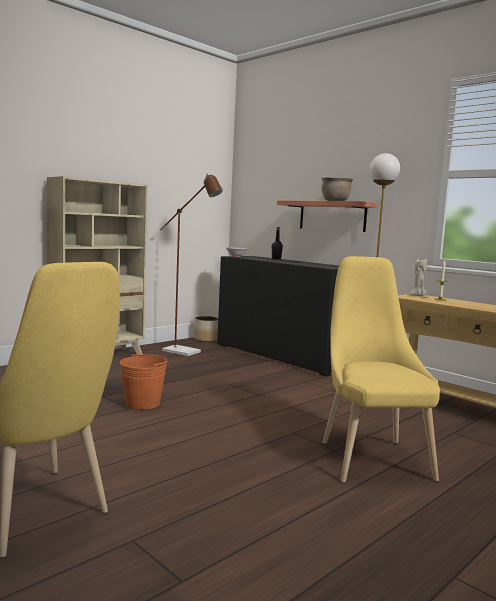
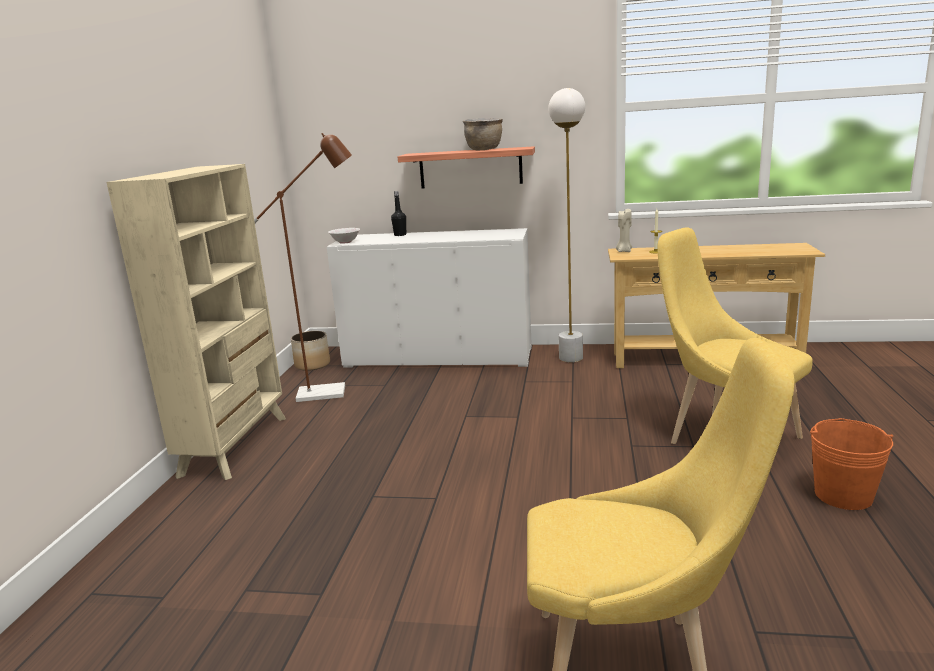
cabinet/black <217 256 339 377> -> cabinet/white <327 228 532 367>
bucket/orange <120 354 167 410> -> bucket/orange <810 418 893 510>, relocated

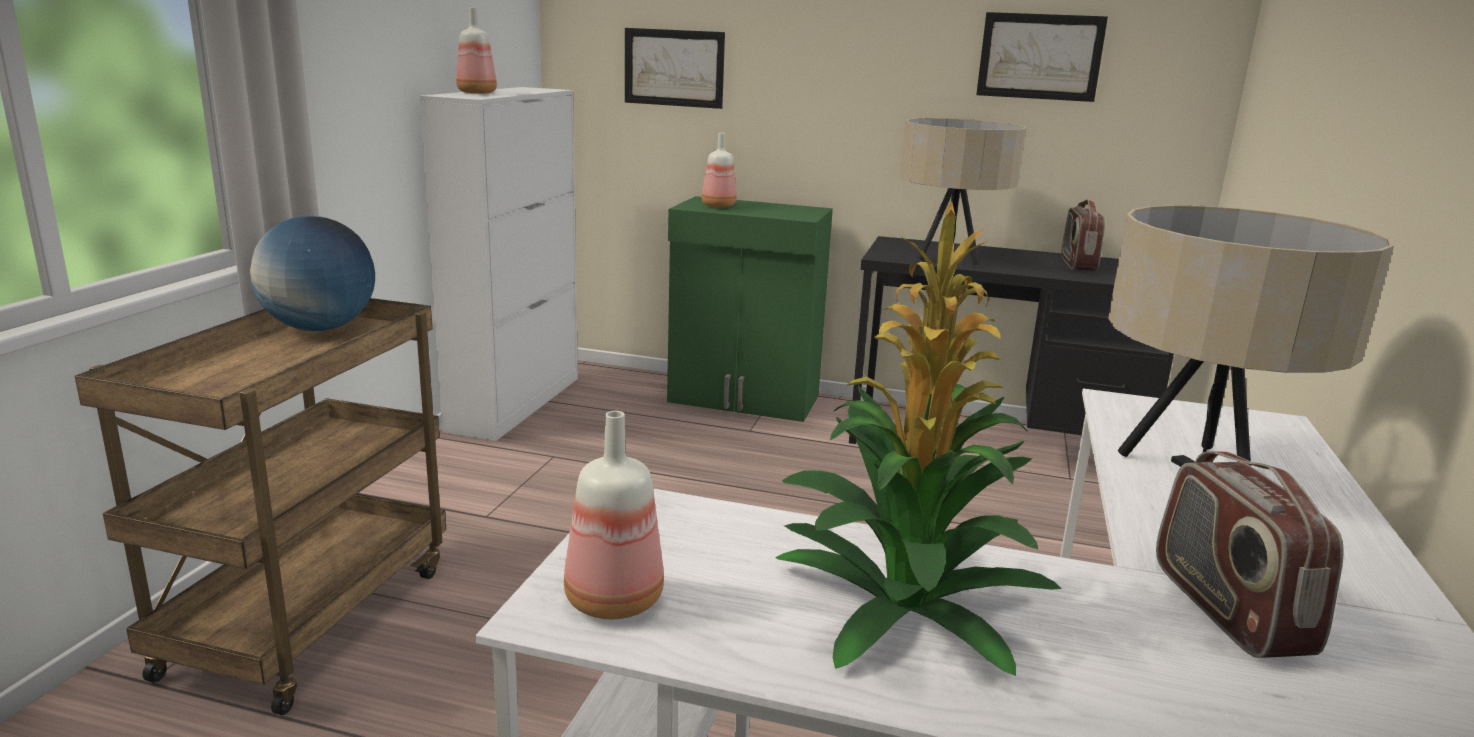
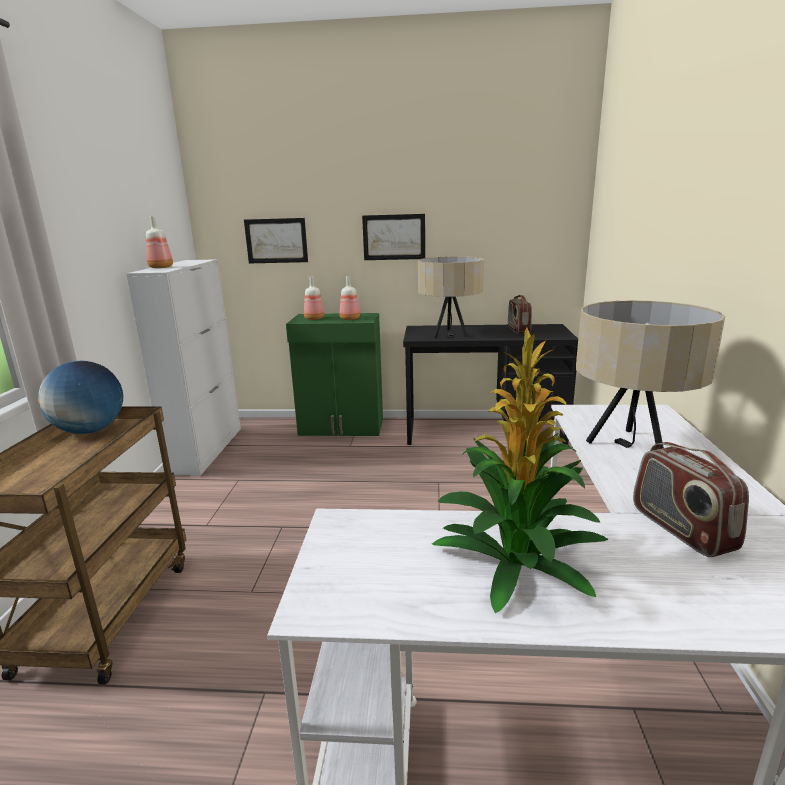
picture <976 12 1108 102> -> picture <362 214 425 260>, relocated
bottle <564 411 664 619> -> bottle <339 276 360 320>, relocated

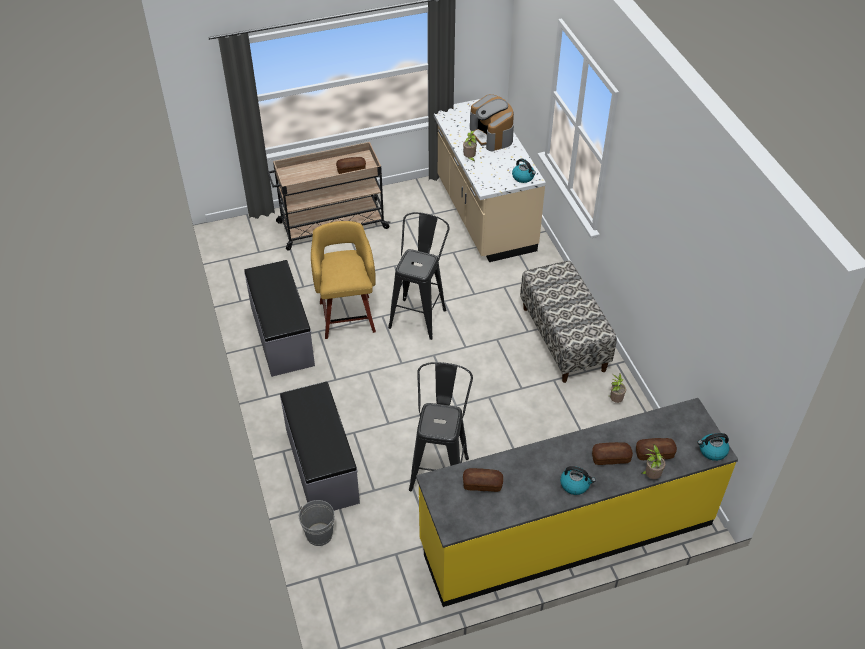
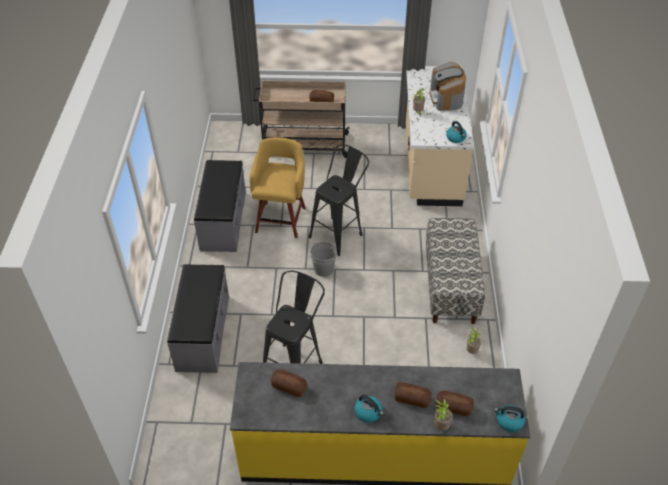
bucket/grey <298 500 334 546> -> bucket/grey <310 242 337 277>, relocated

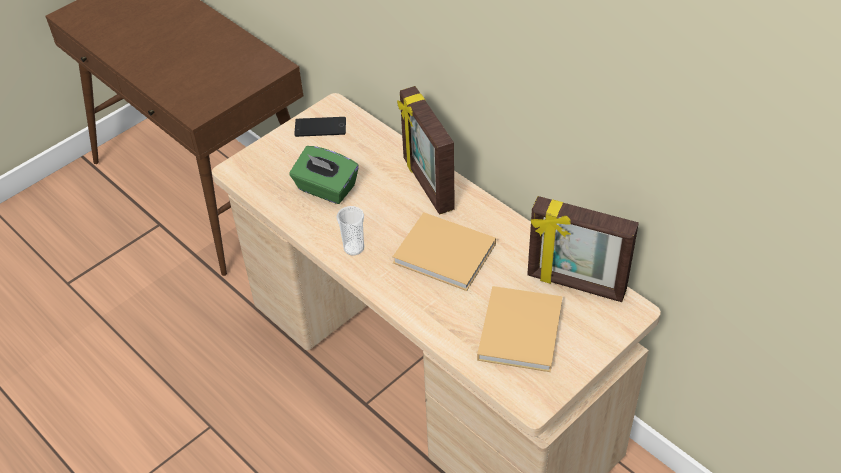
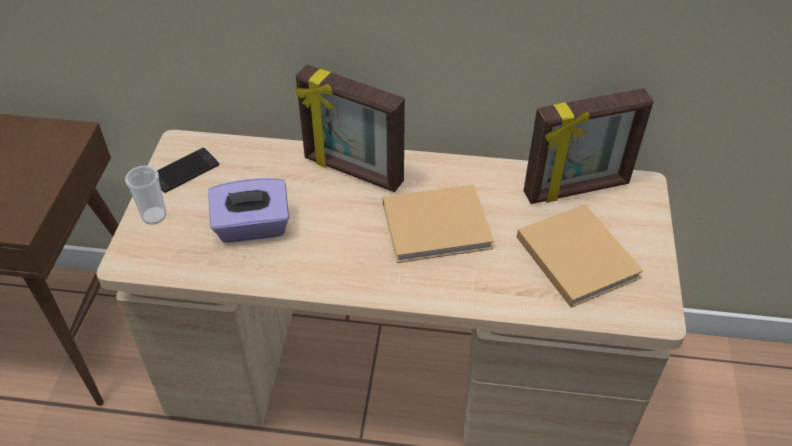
tissue box/green <289 146 359 204> -> tissue box/purple <208 178 289 243>
cup <336 206 364 256> -> cup <125 165 166 225>, relocated

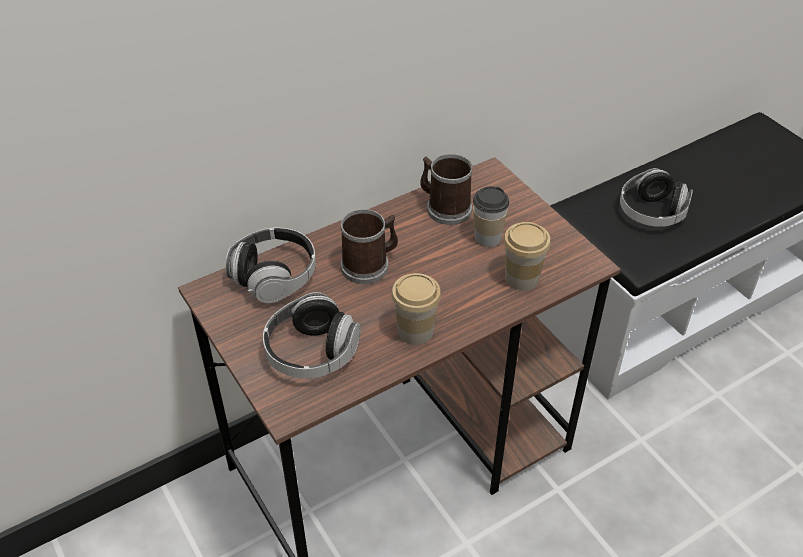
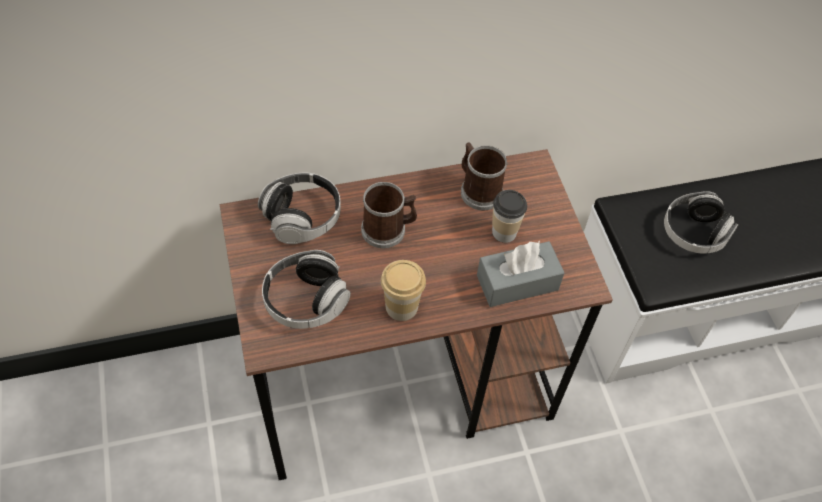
cup <503 222 551 291> -> tissue box/grey <477 241 565 307>

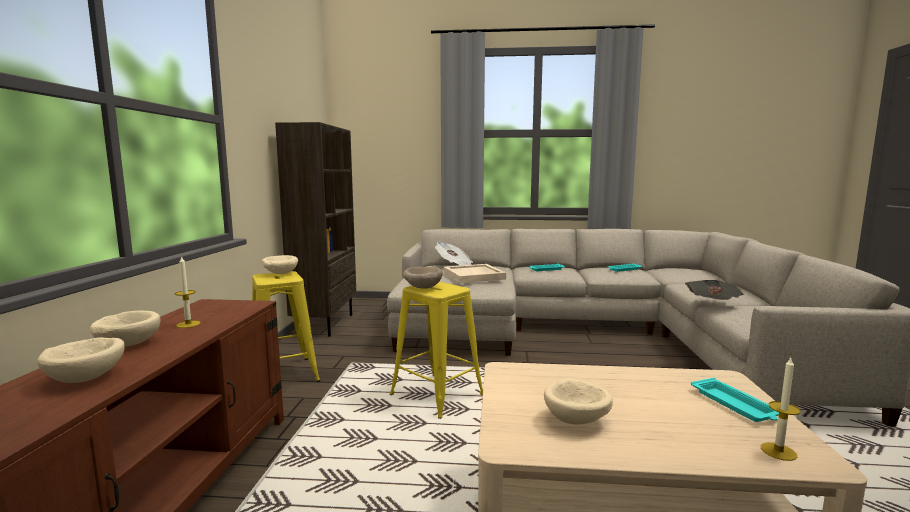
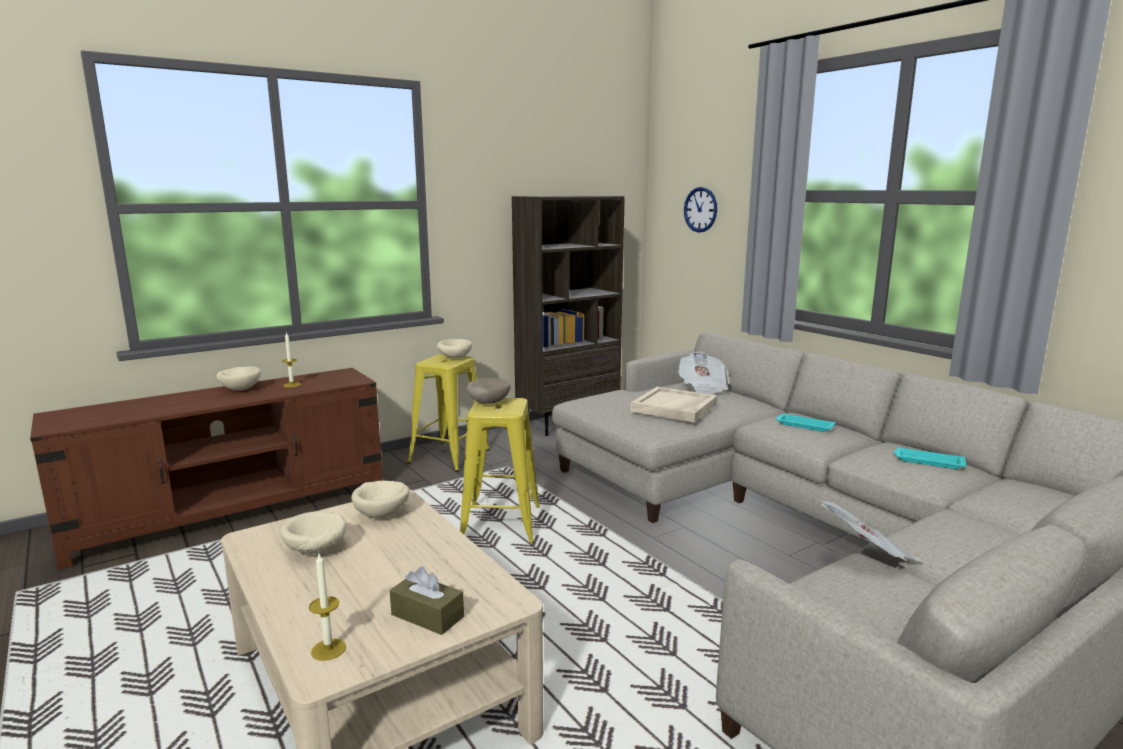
bowl/beige <37 337 125 383> -> bowl/beige <352 481 410 518>, relocated
tray/turquoise <691 378 779 422> -> tissue box/brown <390 566 464 635>
none -> wall clock <684 187 717 233>

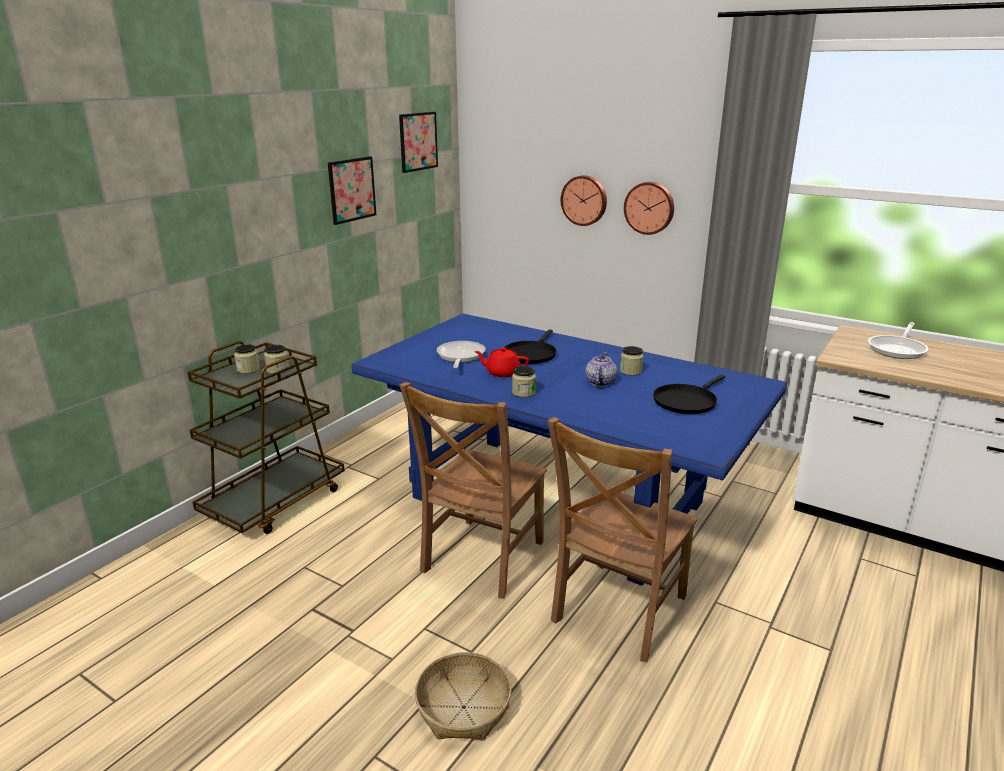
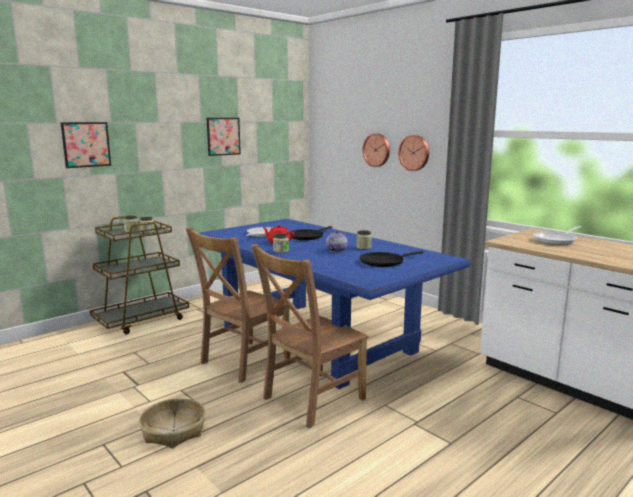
picture <399 112 438 173> -> picture <61 122 111 168>, relocated

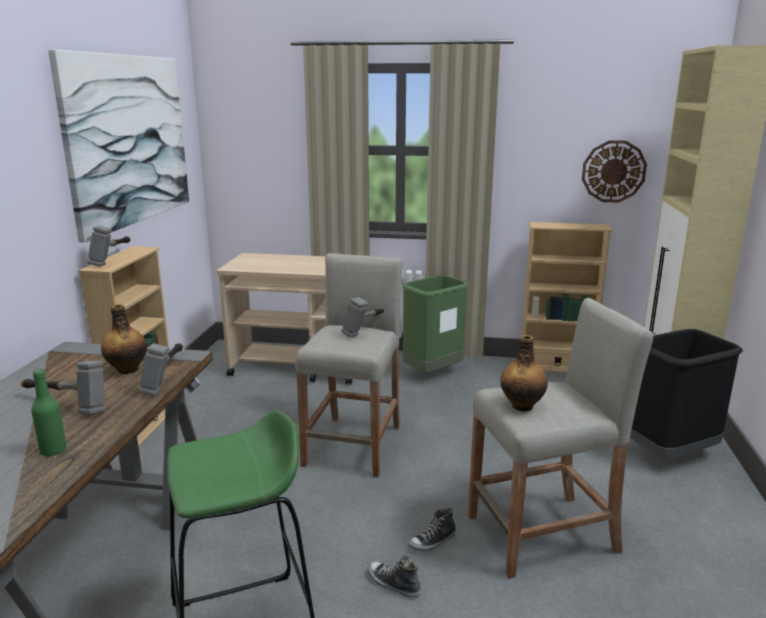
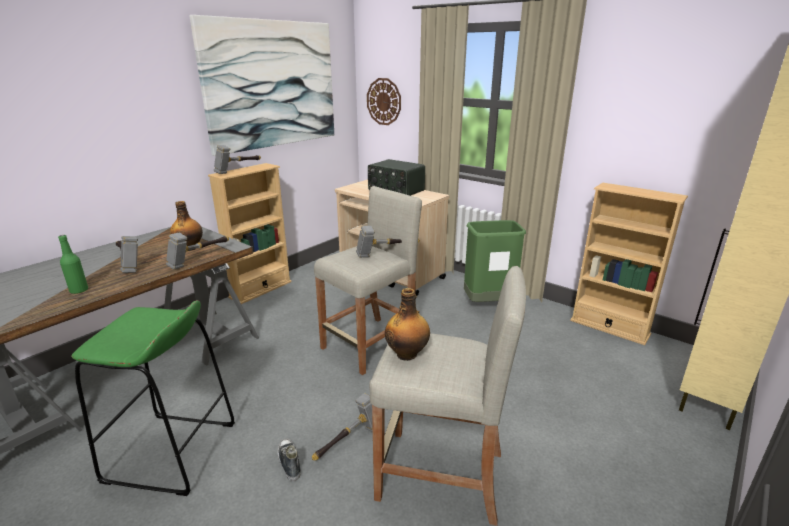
wall clock <582 140 647 203> -> wall clock <367 78 401 125>, relocated
trash can/black <630 329 743 458> -> none
shoe <408 507 456 551> -> hammer <312 393 373 461>
none -> radio <368 159 425 196>

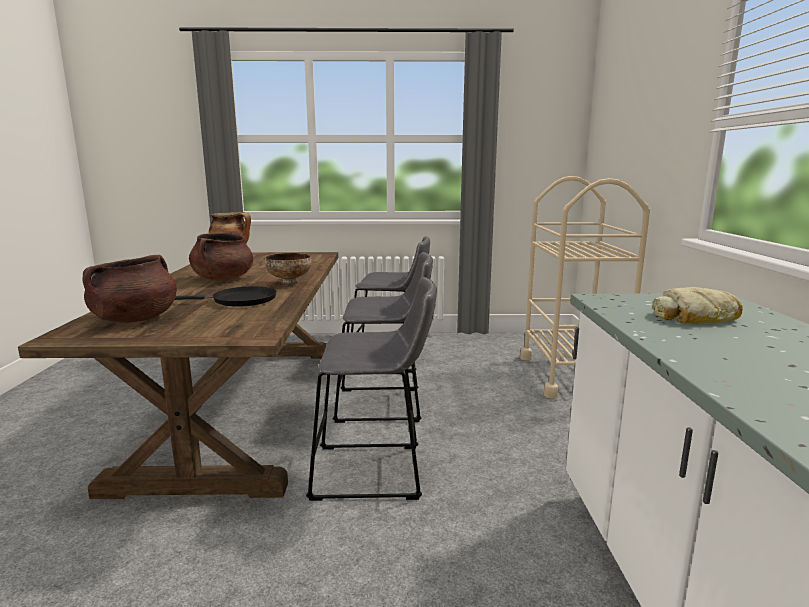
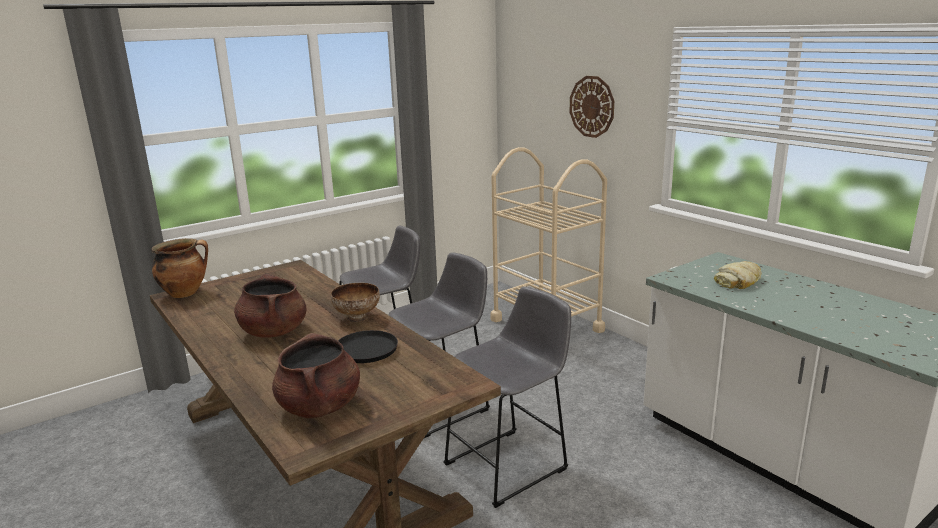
none -> wall clock <570 76 614 138>

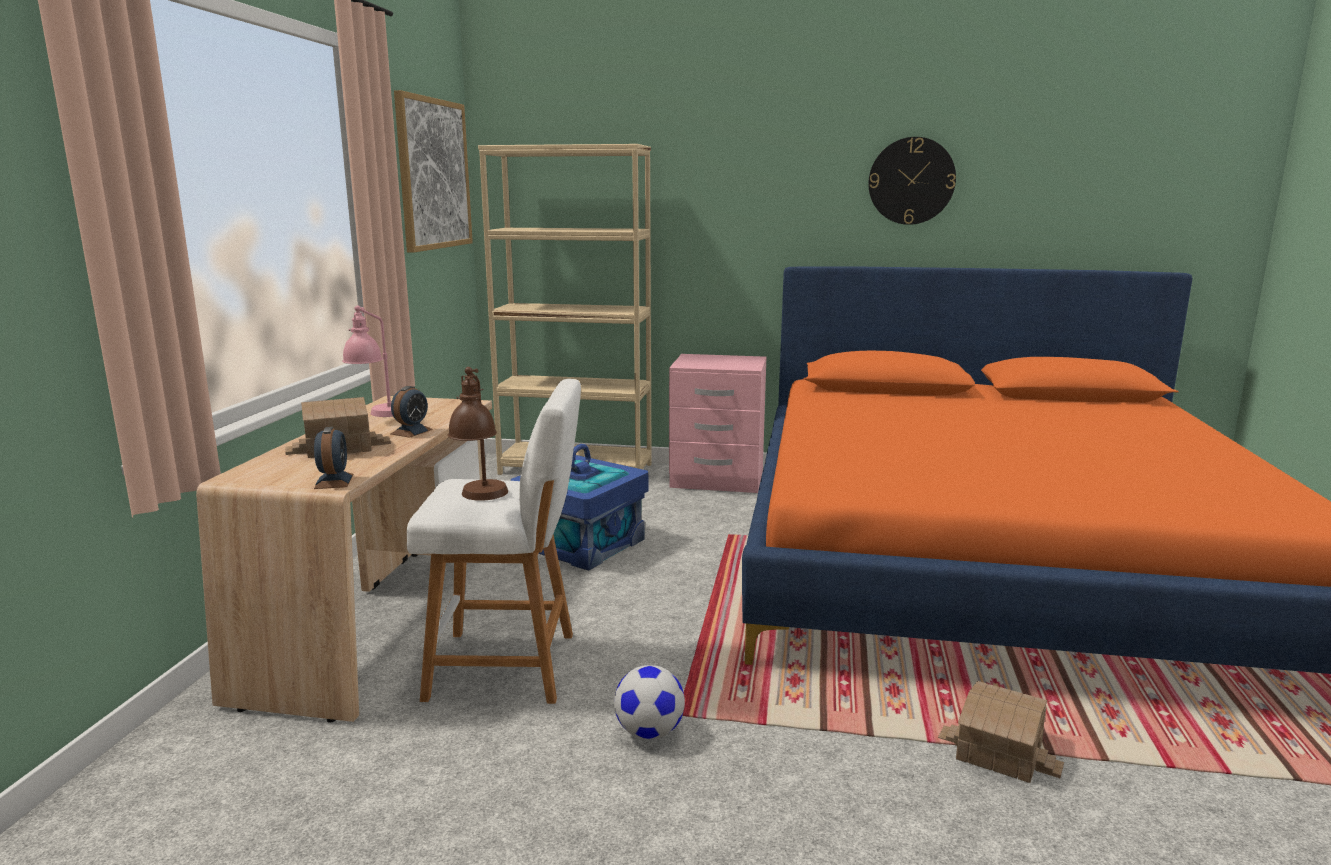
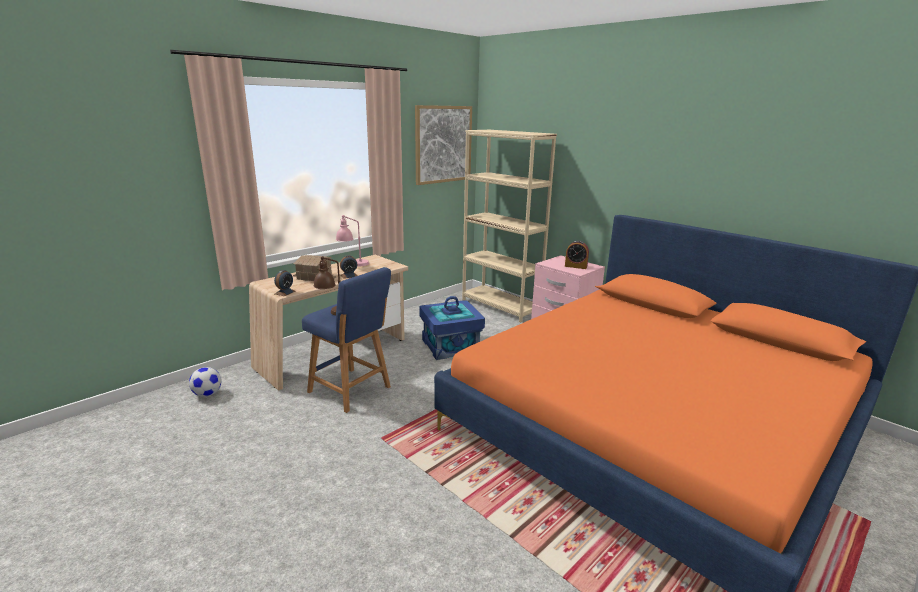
wall clock <868 137 956 225> -> none
stool/white <407 379 581 704> -> stool/blue <302 267 391 413>
football <614 665 685 739> -> football <189 367 221 397>, relocated
toy house <938 681 1064 783> -> none
none -> alarm clock <565 240 589 269>

